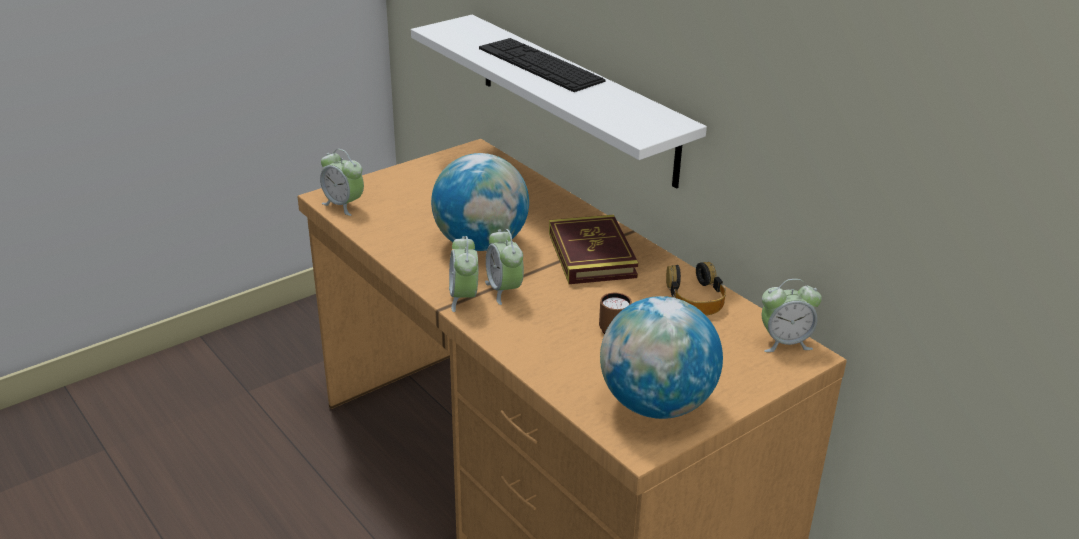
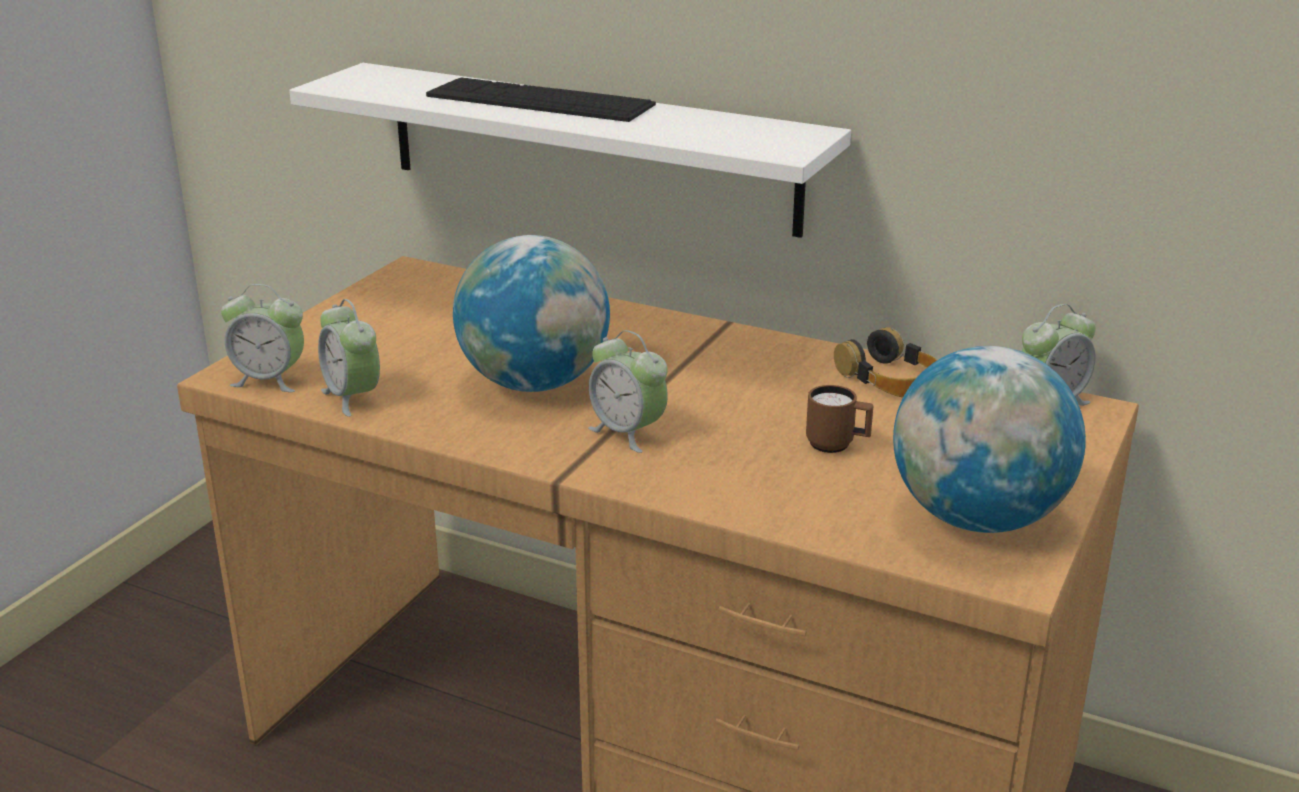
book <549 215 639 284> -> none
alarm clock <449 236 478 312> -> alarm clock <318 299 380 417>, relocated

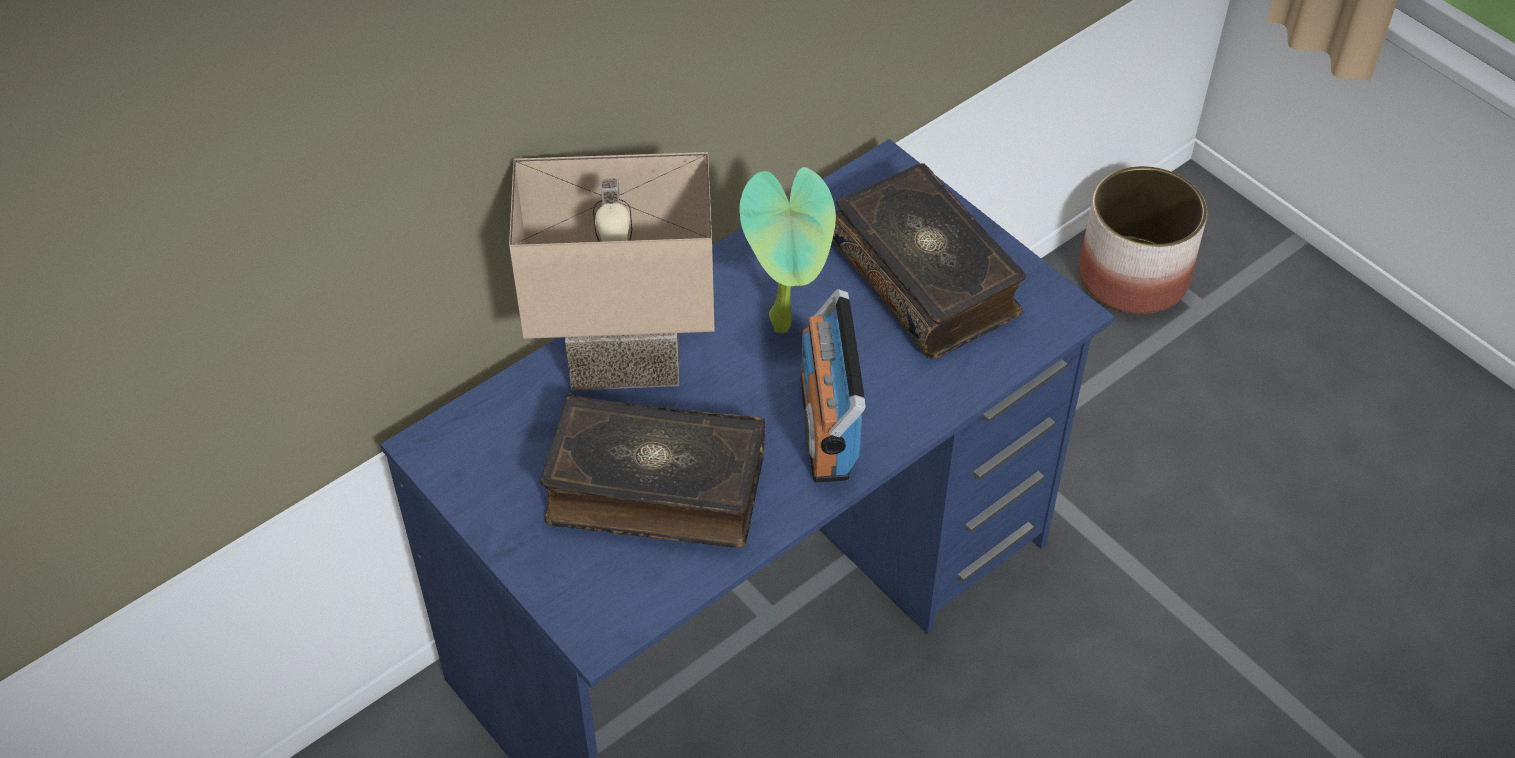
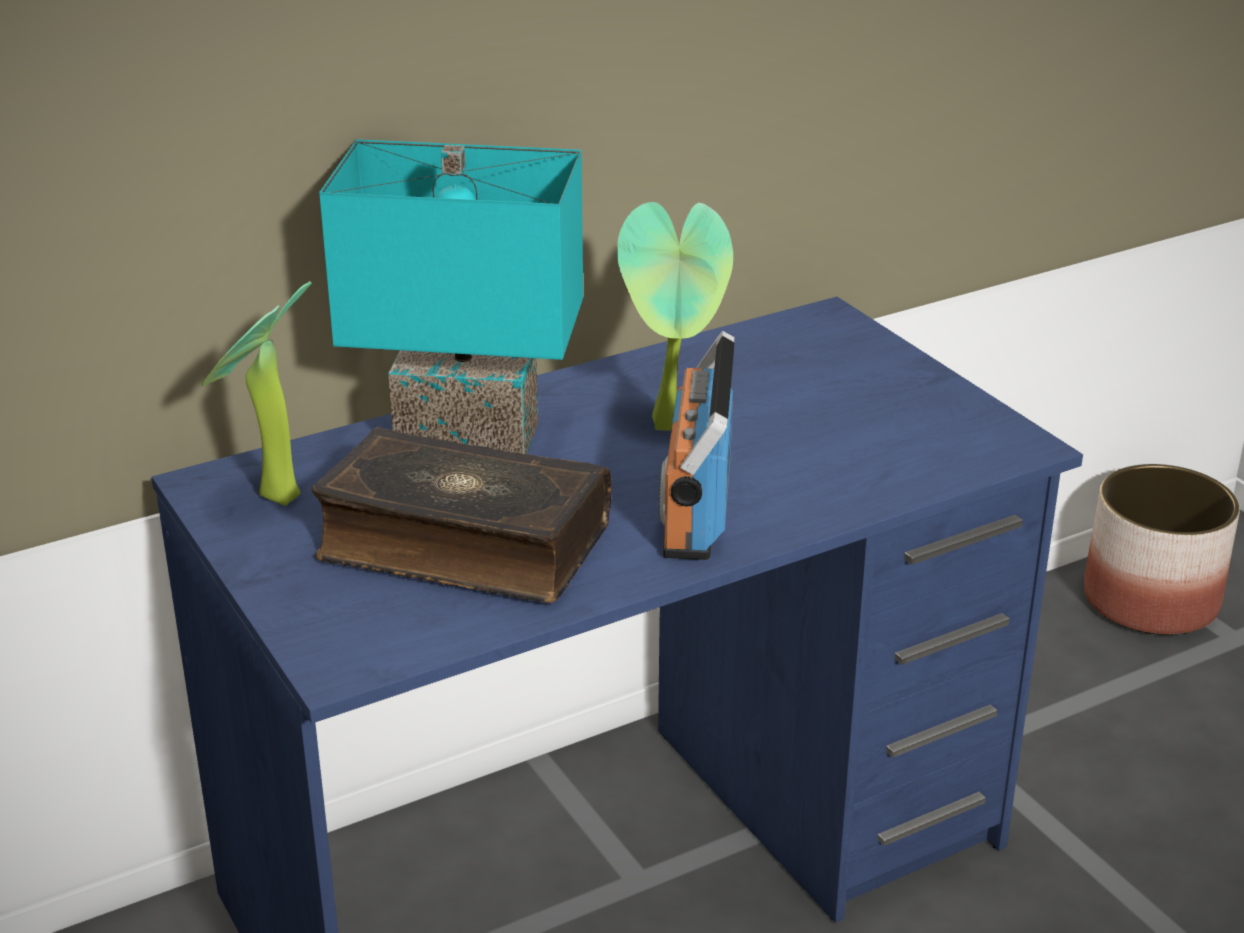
table lamp/beige <509 152 715 390> -> table lamp/turquoise <319 139 583 454>
book <832 163 1026 359> -> none
none -> potted plant <202 281 312 506>

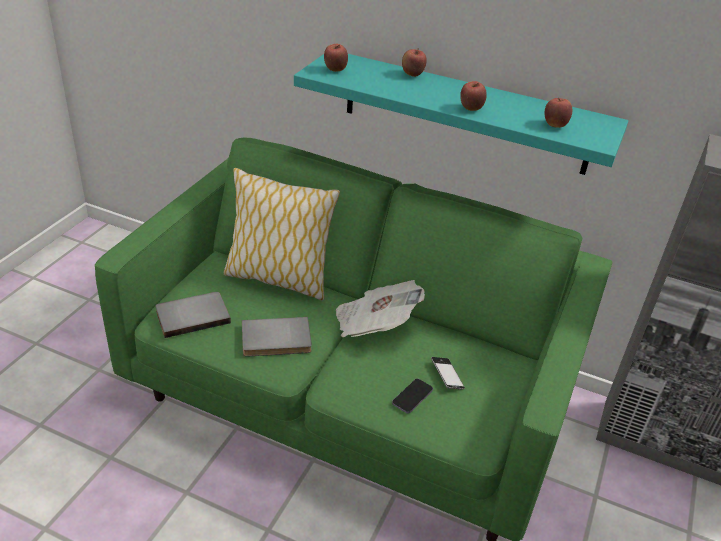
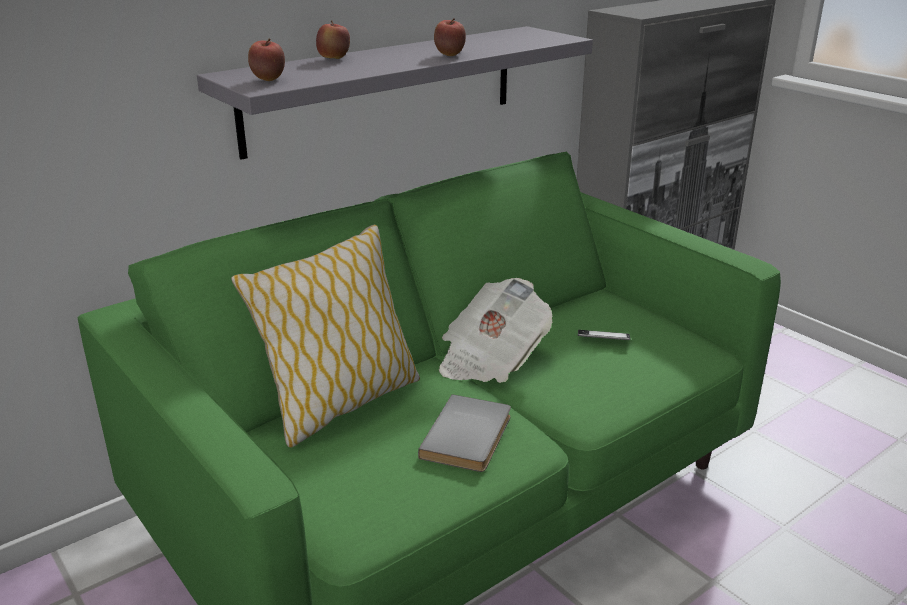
shelf/turquoise <294 54 629 175> -> shelf/grey <197 26 593 160>
apple <545 98 572 128> -> none
book/grey <155 292 231 338> -> none
phone <392 379 433 413> -> none

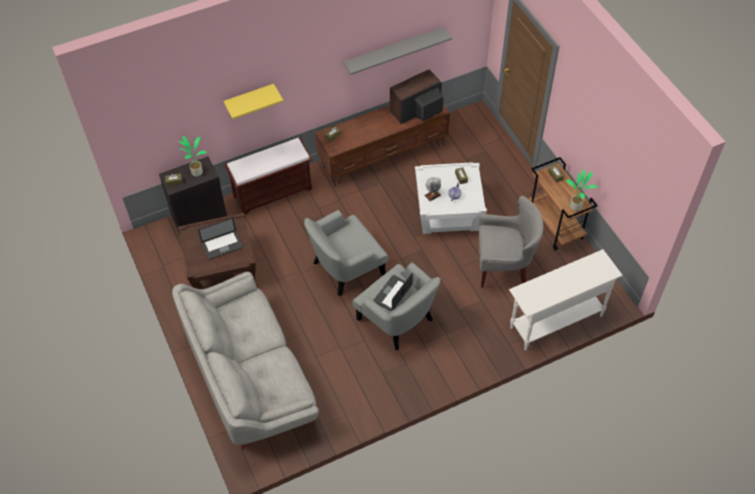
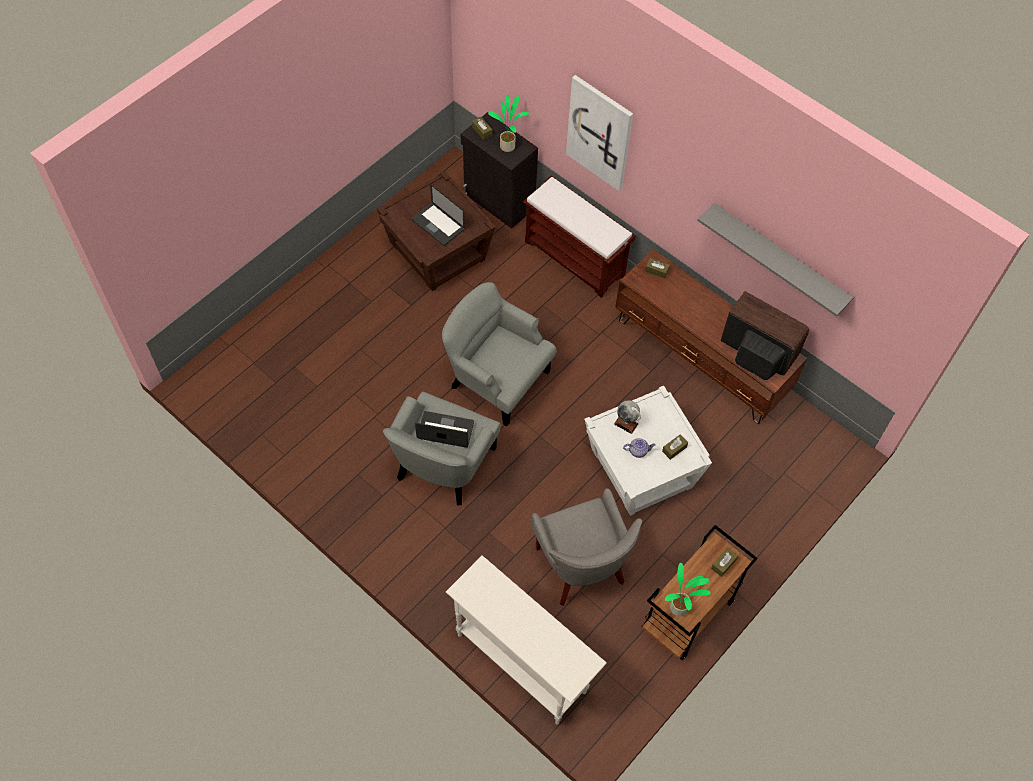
shelf/yellow <223 84 283 119> -> picture <566 75 633 191>
sofa/grey <172 272 319 449> -> none

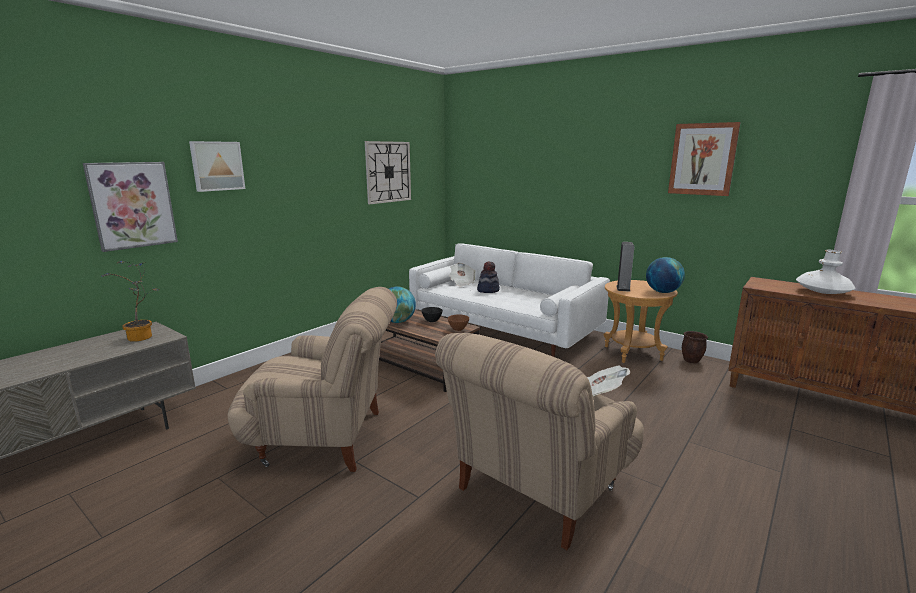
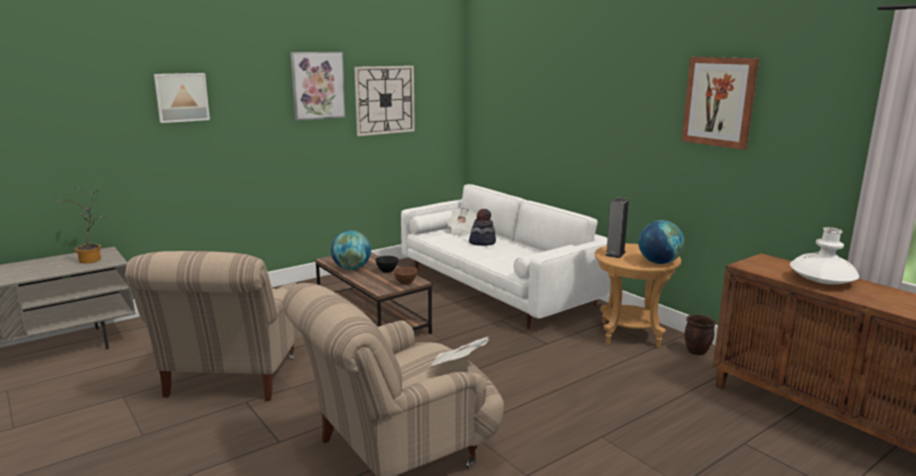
picture <83 162 178 252> -> picture <291 52 345 121>, relocated
armchair/beige <228 287 397 472> -> armchair/beige <125 251 302 401>, 75 degrees clockwise

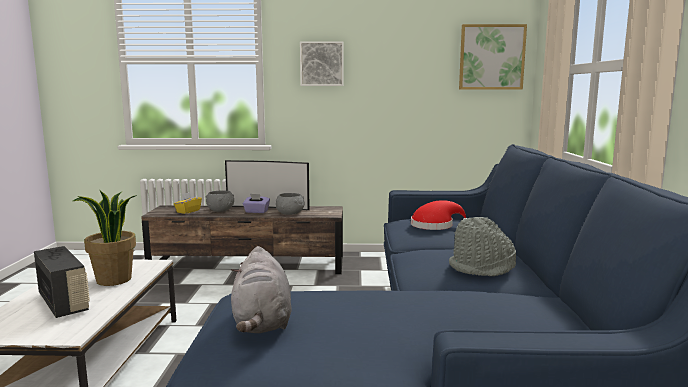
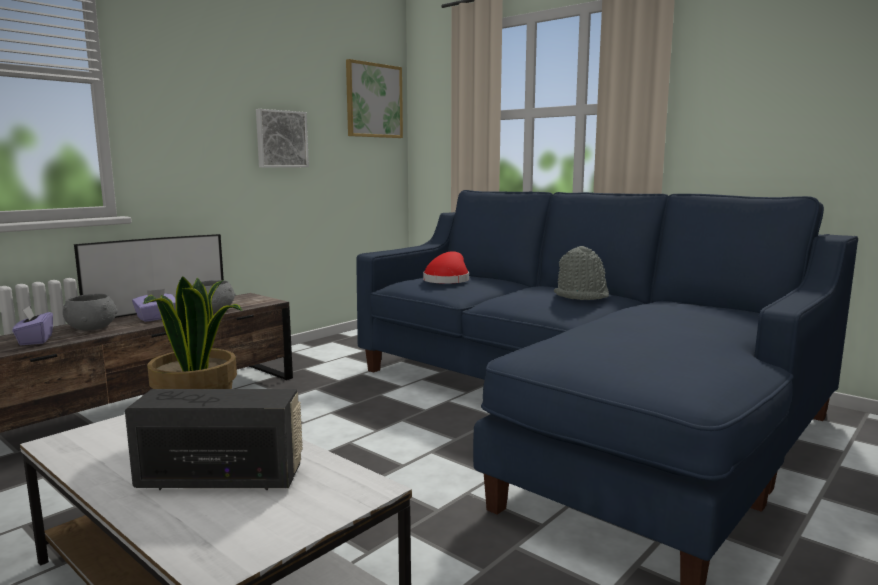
picture <300 41 343 86> -> picture <256 109 309 168>, relocated
tissue box/yellow <174 192 202 214> -> tissue box/purple <12 306 53 345>
plush toy/grey <231 246 292 333> -> none

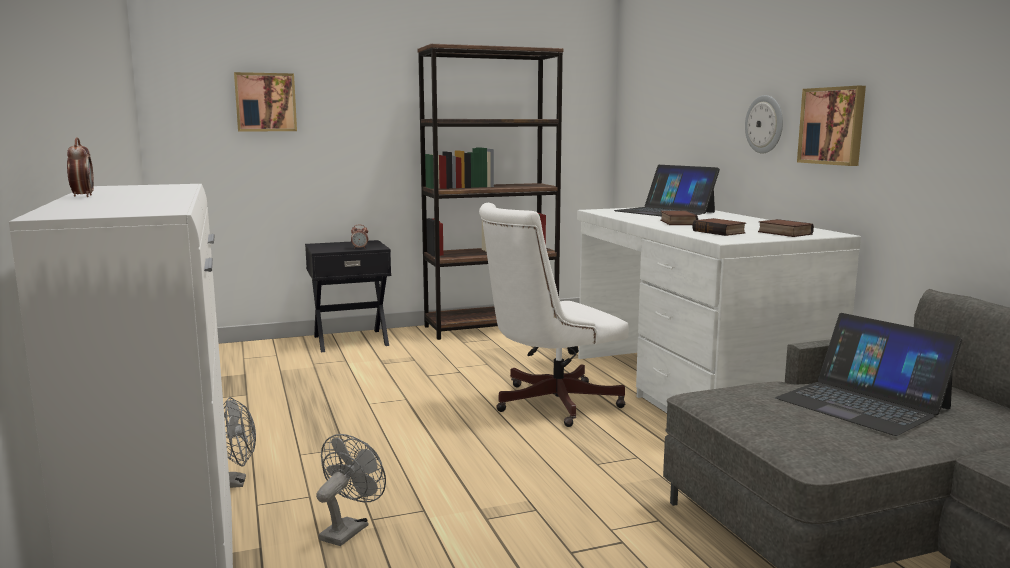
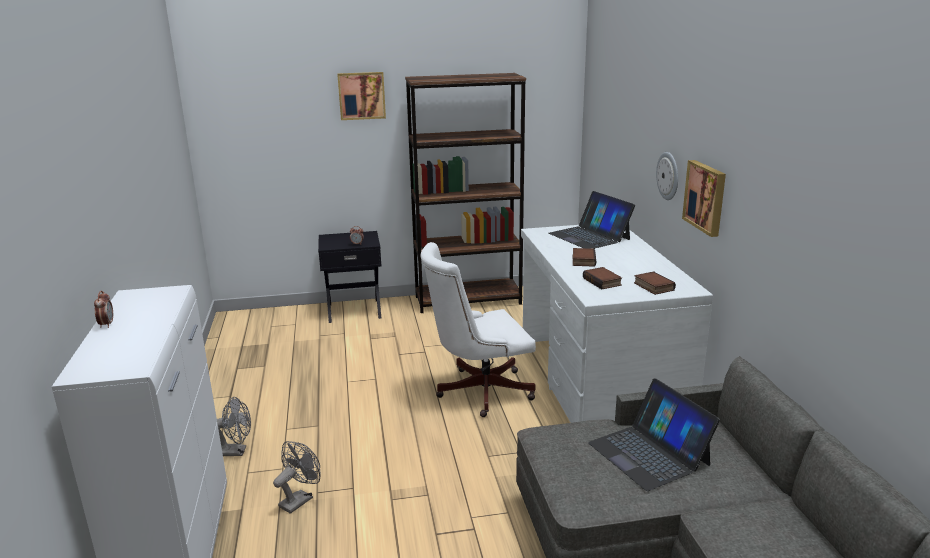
picture <234 72 297 131> -> picture <337 72 386 120>, relocated

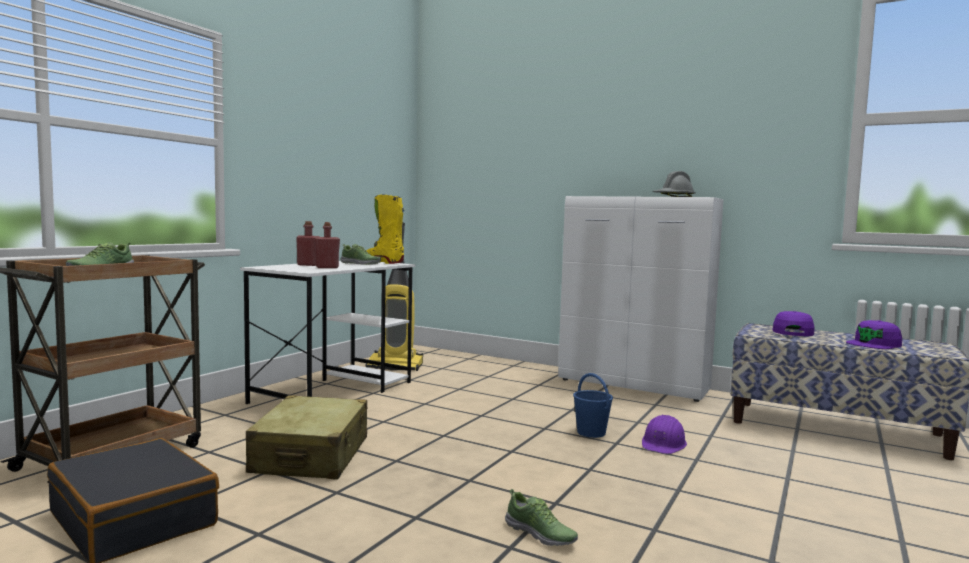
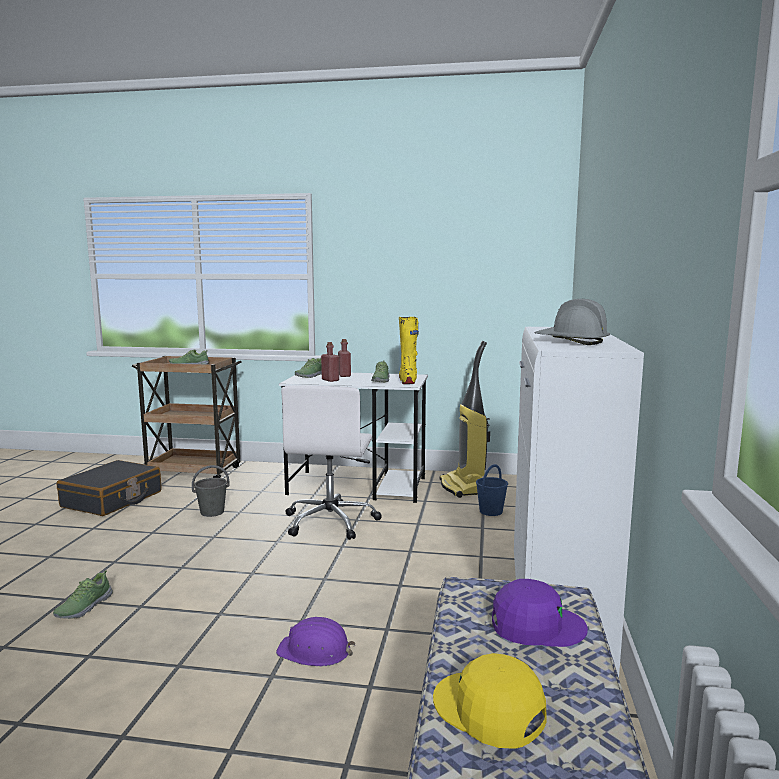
cap/purple <846 320 902 349> -> cap/yellow <433 653 547 749>
bucket/blue <573 373 613 438> -> bucket/blue <476 464 508 516>, relocated
suitcase/beige <246 396 367 480> -> bucket/grey <192 465 230 517>
none -> shoe <295 358 322 378>
none -> office chair/white <281 385 382 540>

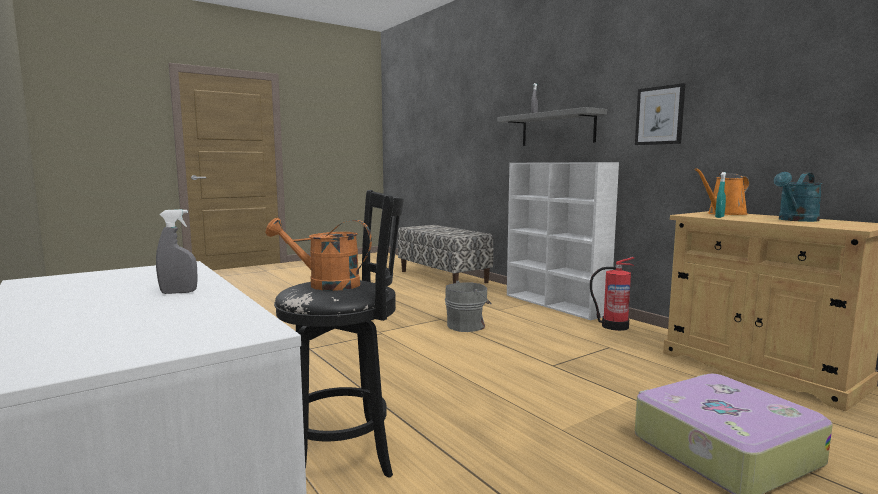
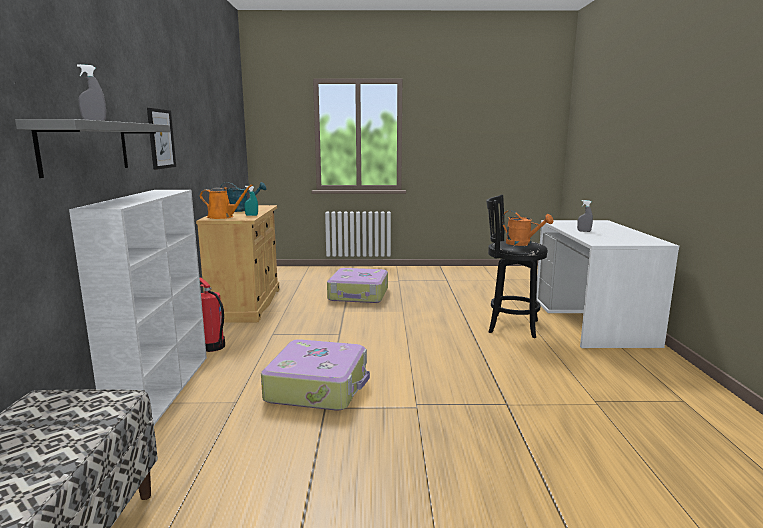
bucket/grey <445 280 492 332> -> suitcase <261 339 370 411>

